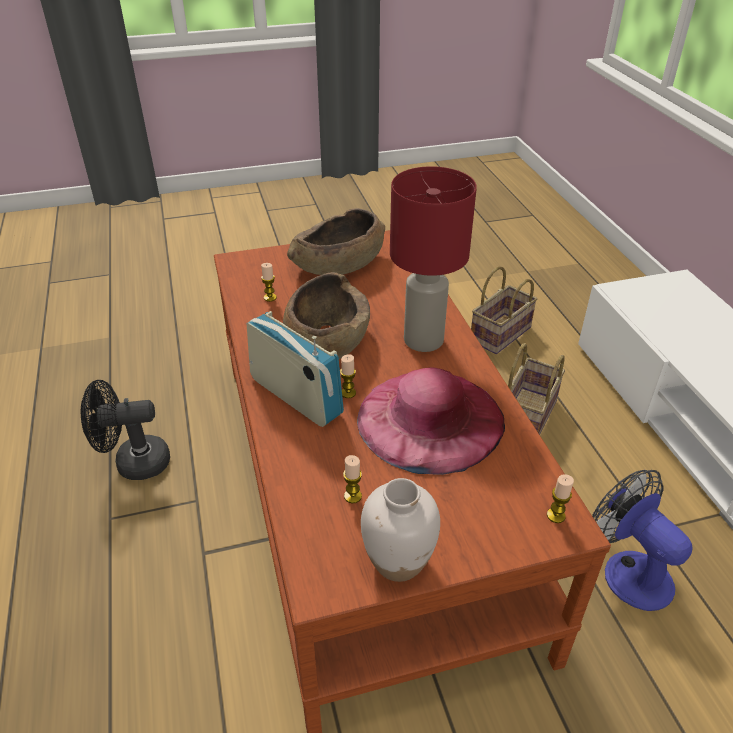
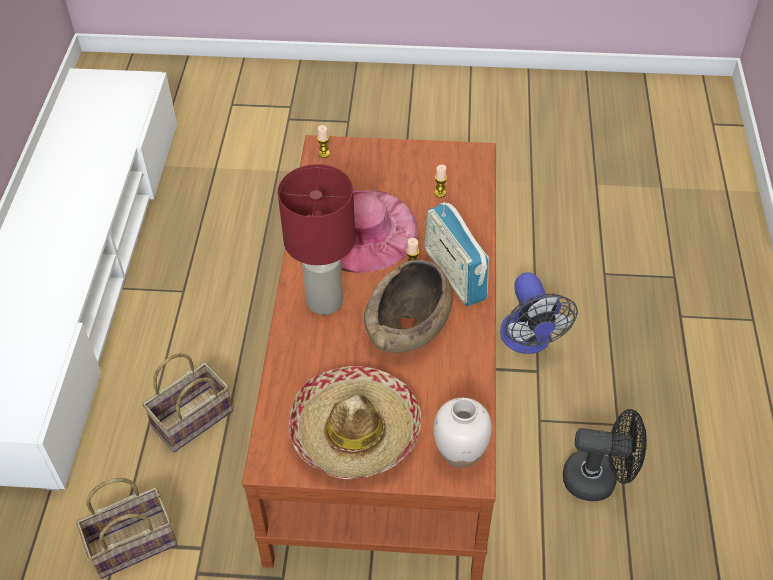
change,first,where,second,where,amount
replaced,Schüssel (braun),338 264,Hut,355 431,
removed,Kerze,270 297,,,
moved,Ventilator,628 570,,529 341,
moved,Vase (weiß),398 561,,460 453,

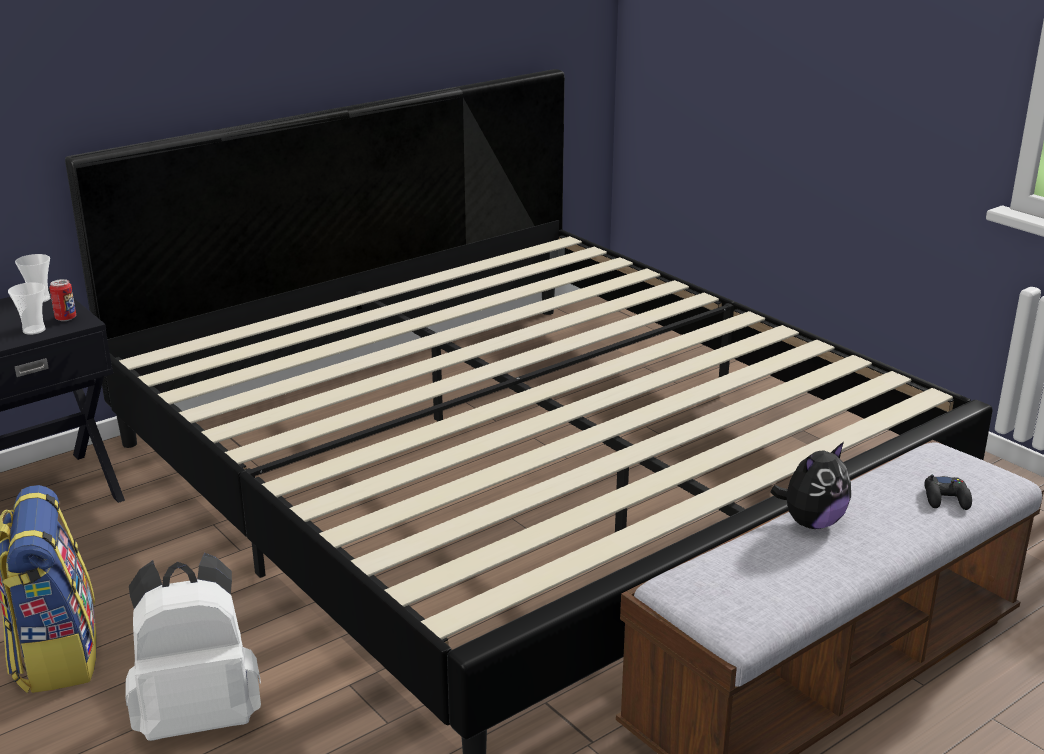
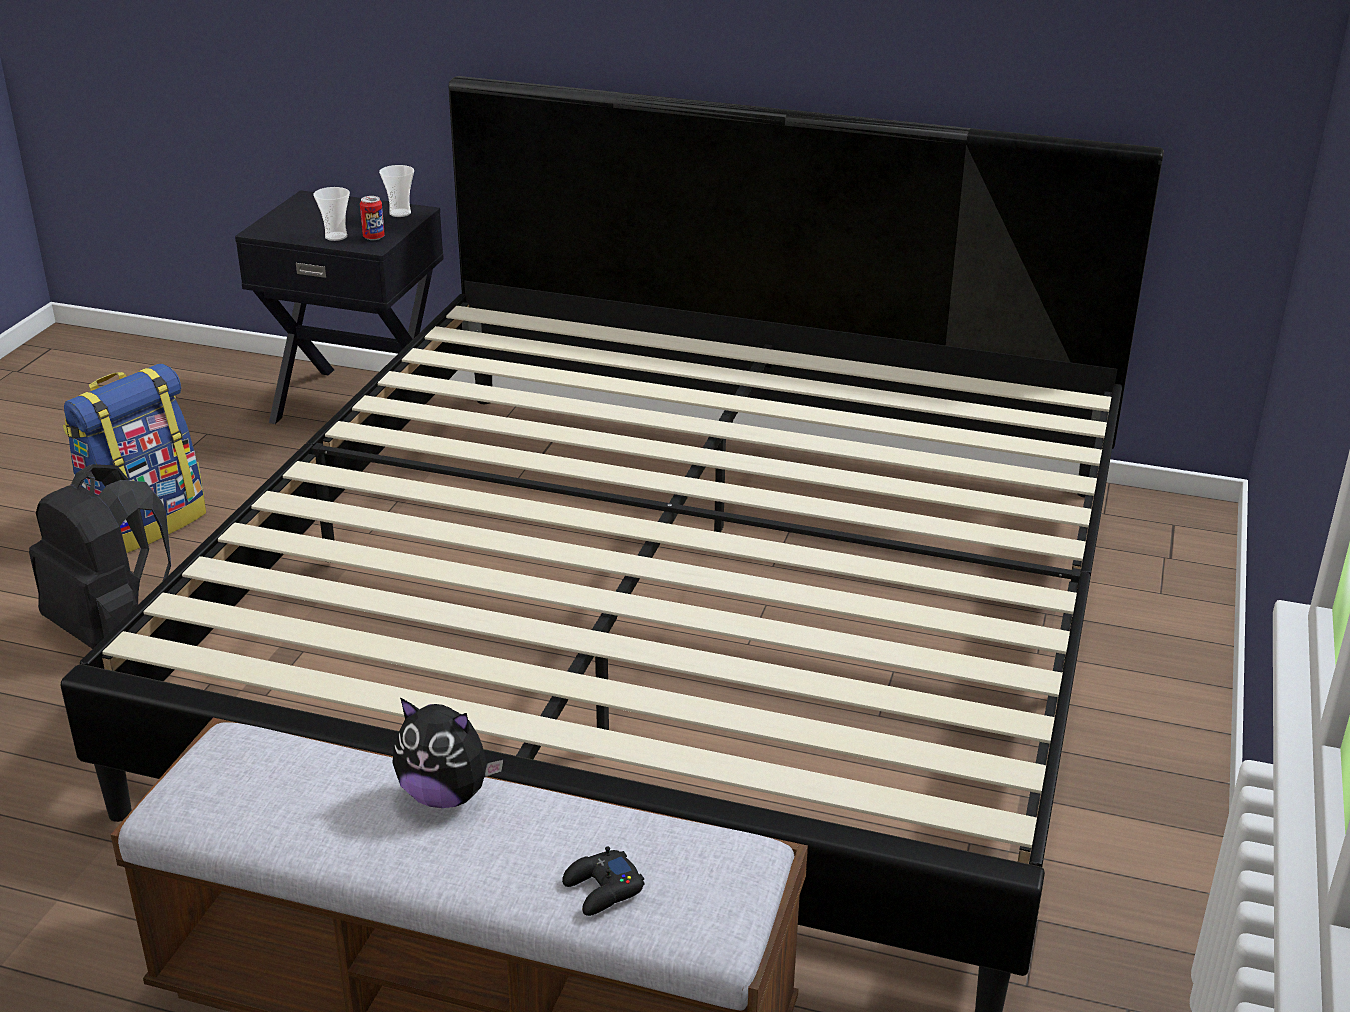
change,first,where,second,where,amount
recoloured,Rucksack (weiß),199 716,Rucksack (schwarz),111 627,

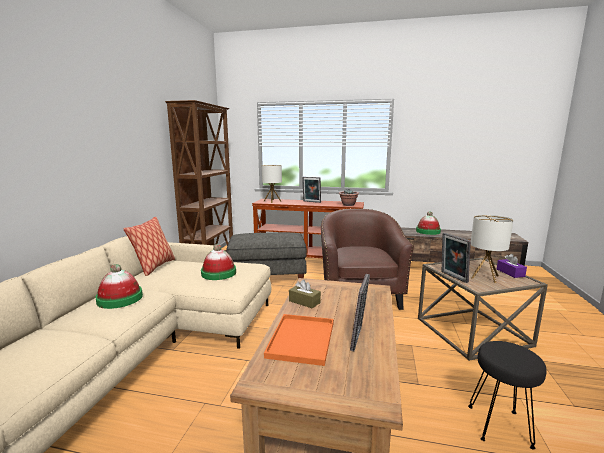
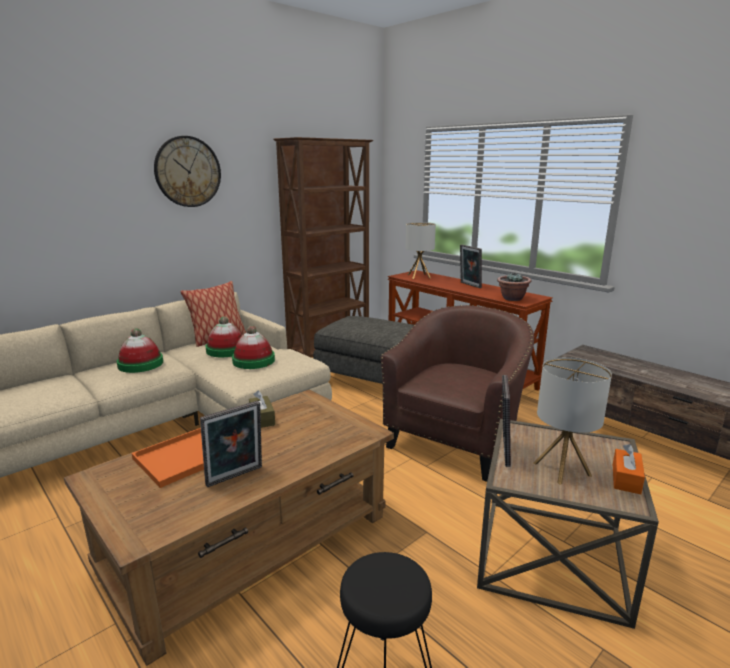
change,first,where,second,where,amount
moved,Hut,428 231,,226 350,
recoloured,Taschentuchbox (lila),510 273,Taschentuchbox (orange),626 479,
added,,,Wanduhr,188 172,

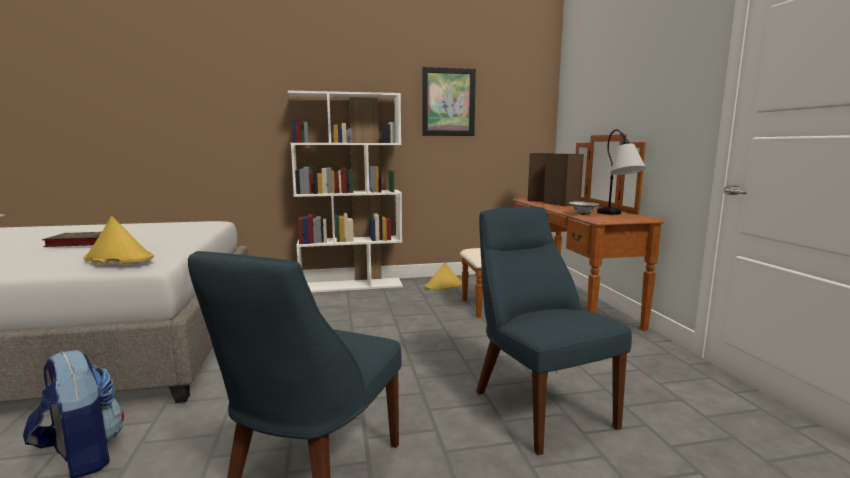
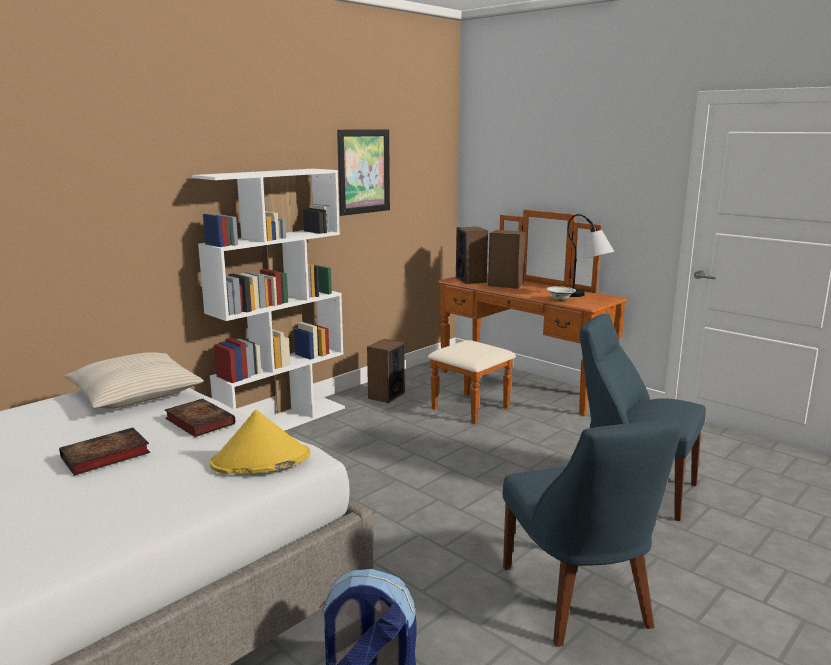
change,first,where,second,where,amount
replaced,Hut (gelb),444 285,Lautsprecher,386 395,
added,,,Kissen (beige),135 394,
added,,,Buch,198 421,

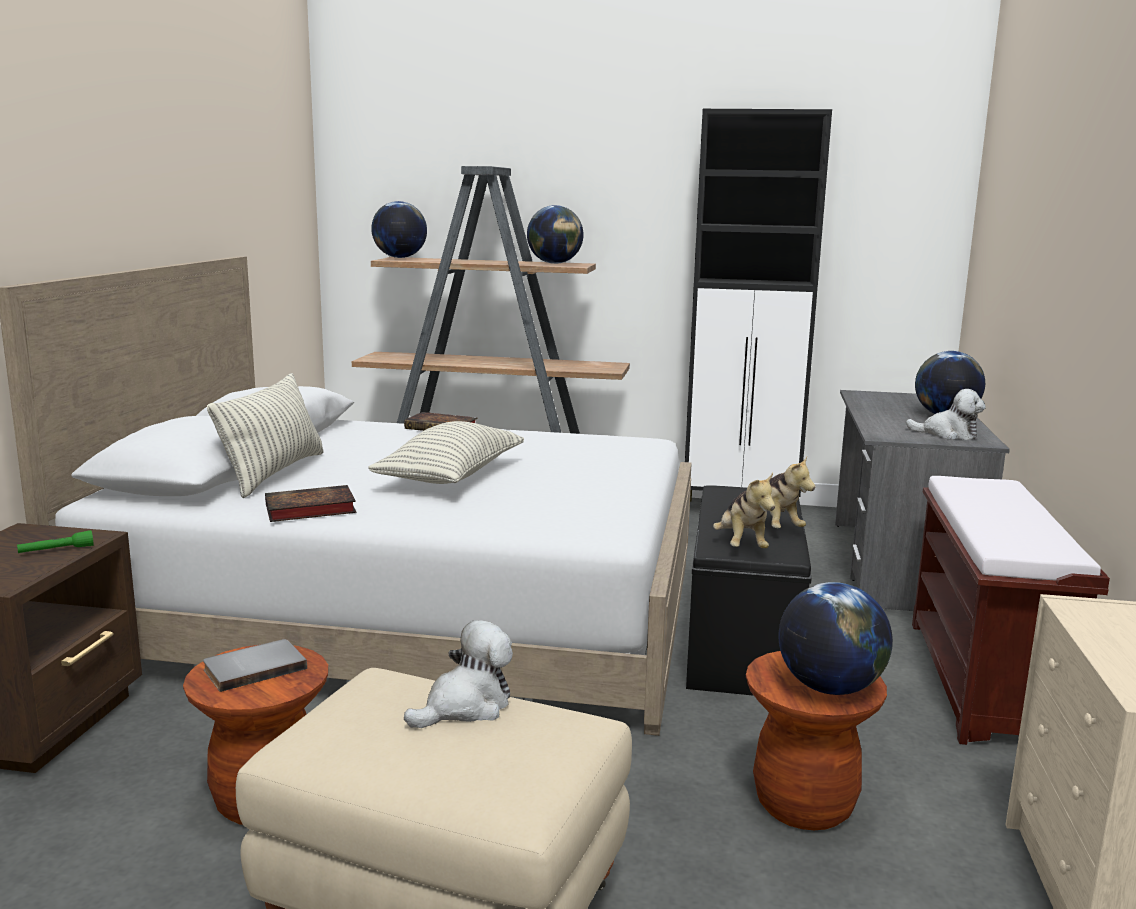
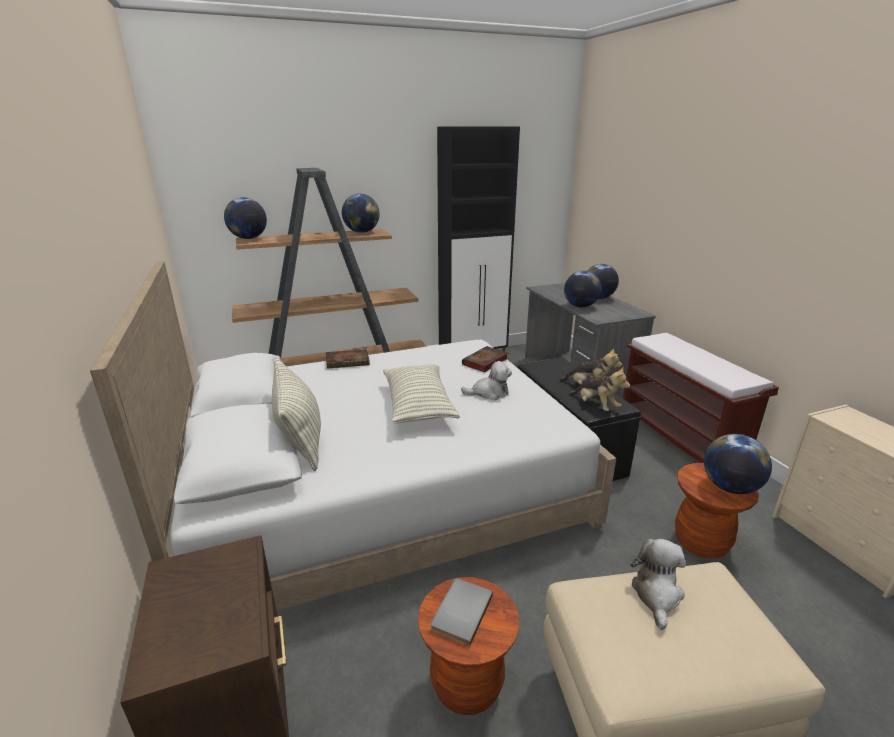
change,first,where,second,where,amount
moved,Plüschtier,948 434,,489 393,
moved,Buch,308 510,,485 362,
removed,Taschenlampe (grün),56 550,,,
added,,,Globus,580 306,

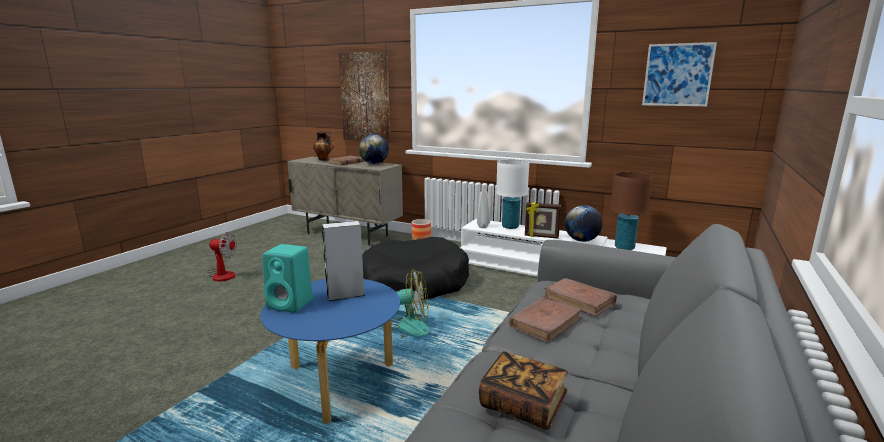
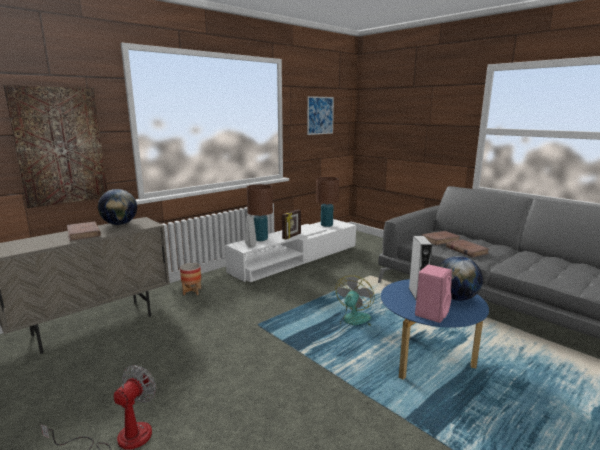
change,first,where,second,where,amount
removed,Vase,325 160,,,
recoloured,Tischlampe (weiß),510 227,Tischlampe (braun),261 239,
moved,Globus,581 240,,456 298,
removed,Hundebett (schwarz),413 283,,,
recoloured,Lautsprecher (türkis),291 304,Lautsprecher (rosa),431 313,
removed,Buch,523 404,,,

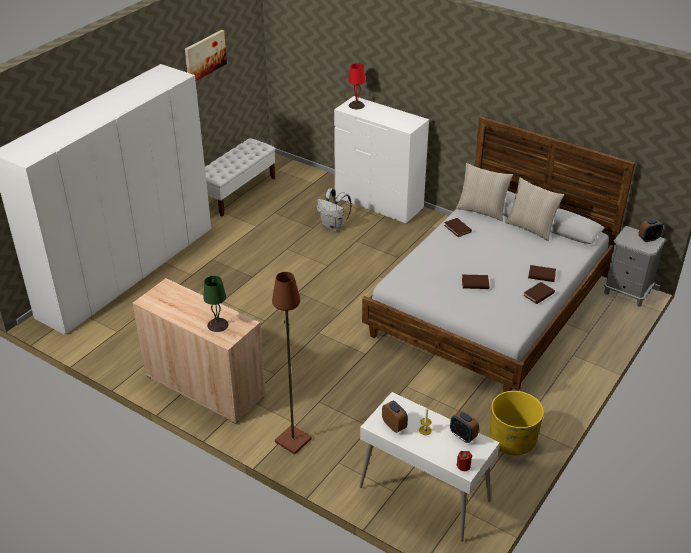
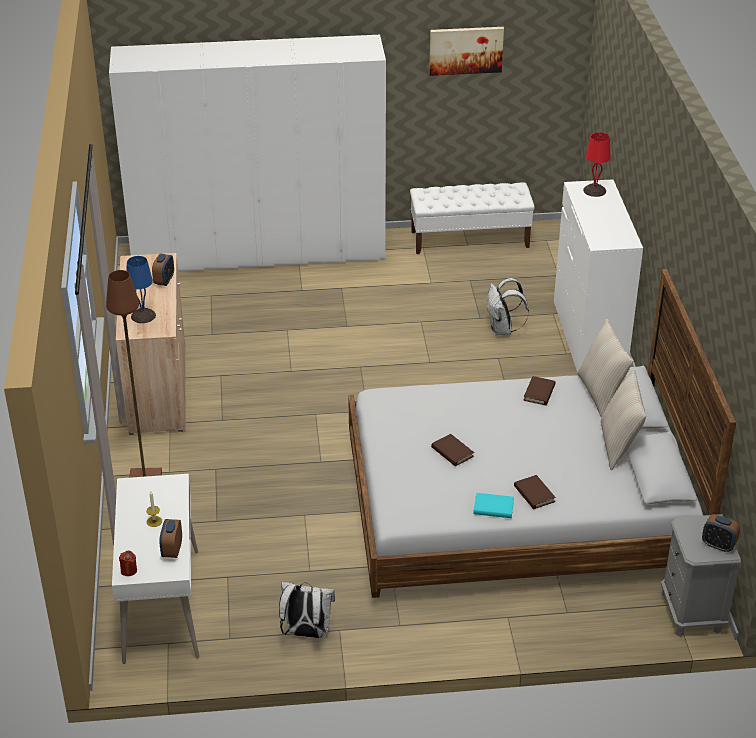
change,first,where,second,where,amount
recoloured,Tischlampe (grün),217 324,Tischlampe (blau),143 315,
recoloured,Buch (braun),538 294,Buch (türkis),493 508,
replaced,Pflanzkübel (gelb),512 440,Rucksack (weiß),306 633,
moved,Wecker,394 425,,164 281,

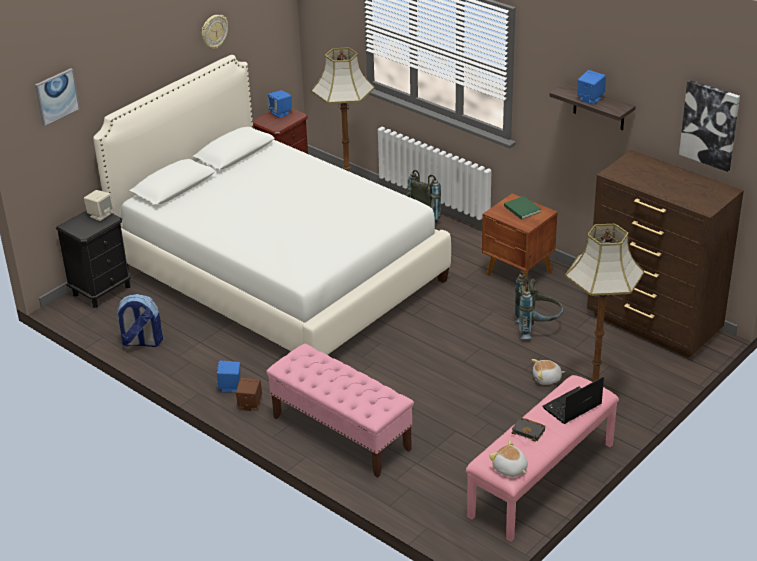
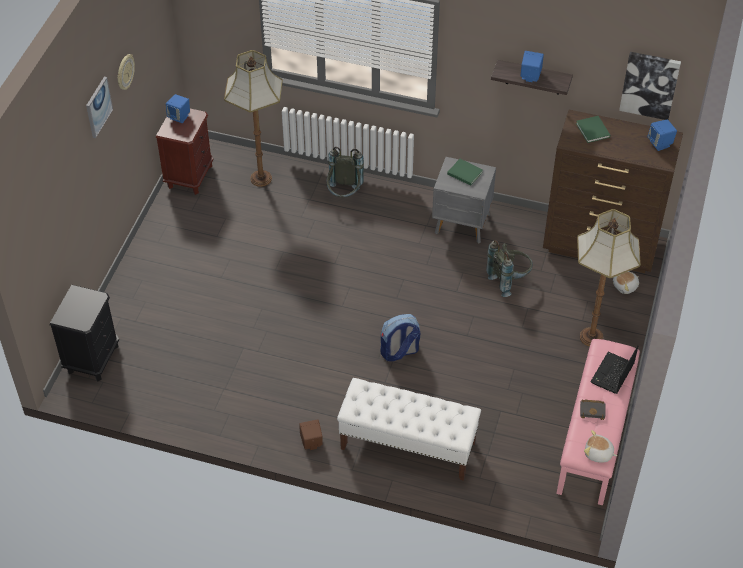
change,first,where,second,where,amount
removed,Bett (weiß),280 274,,,
moved,Bild,56 96,,98 107,
removed,Lautsprecher (beige),100 215,,,
recoloured,Nachttisch (braun),519 274,Nachttisch (grau),462 224,
moved,Rucksack,141 342,,399 352,
recoloured,Bank (rosa),341 433,Bank (weiß),407 445,
moved,Plüschtier,547 379,,625 286,
moved,Lautsprecher (blau),230 386,,660 143,
added,,,Buch (grün),593 131,

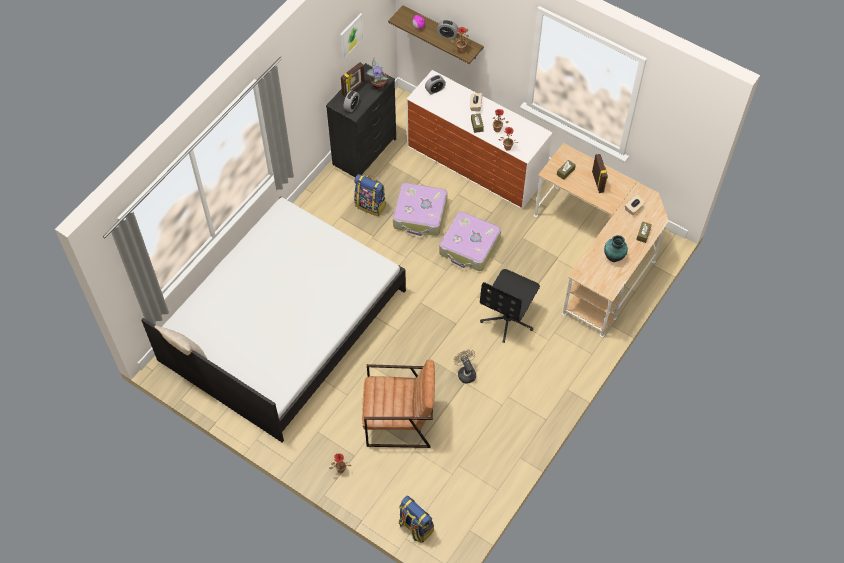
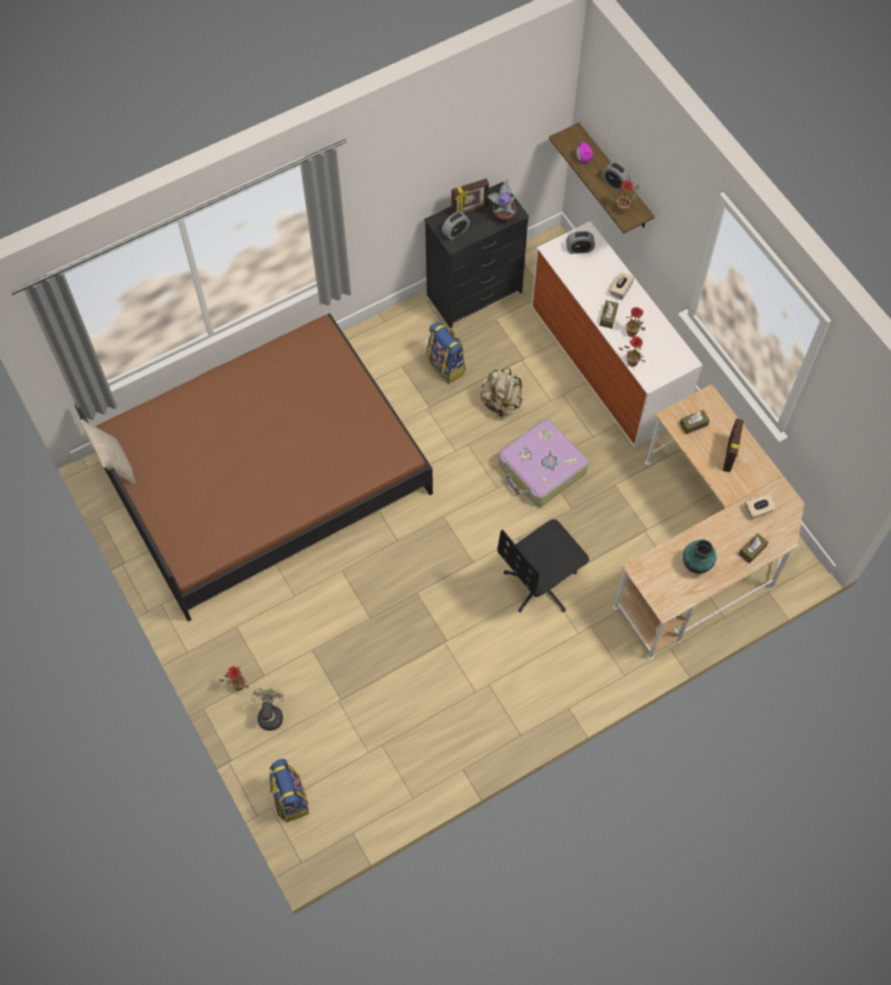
change,first,where,second,where,amount
removed,Bild,351 35,,,
replaced,Koffer,420 215,Rucksack (beige),501 403,
recoloured,Bett (weiß),283 325,Bett (braun),264 476,
moved,Ventilator (beige),465 372,,270 714,
removed,Sessel (braun),399 420,,,

